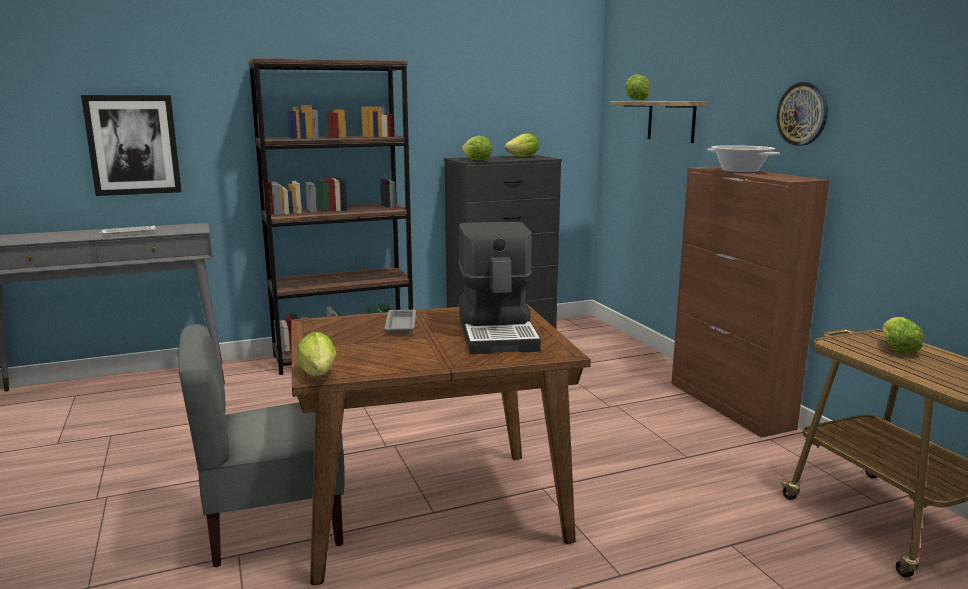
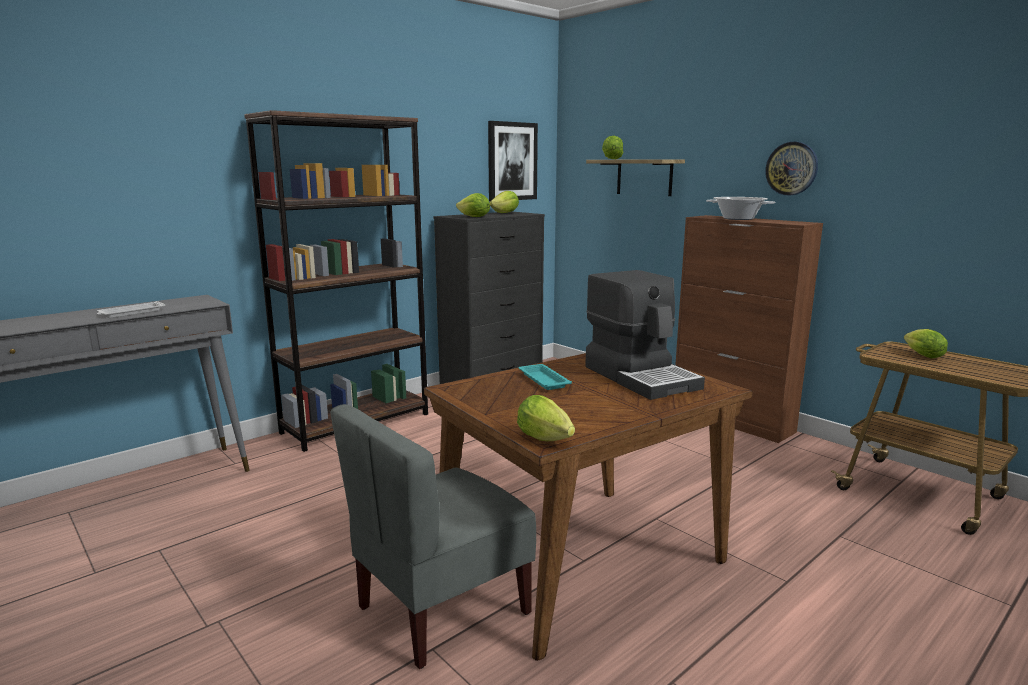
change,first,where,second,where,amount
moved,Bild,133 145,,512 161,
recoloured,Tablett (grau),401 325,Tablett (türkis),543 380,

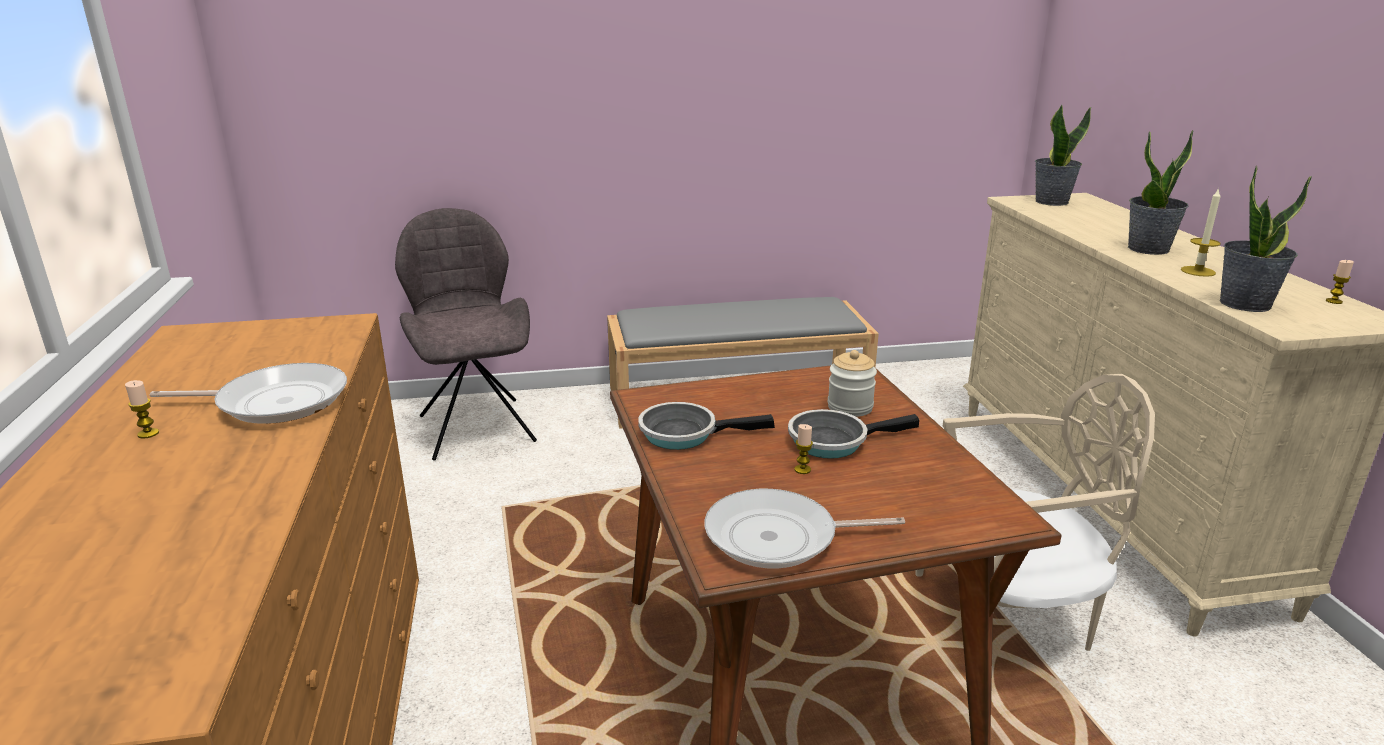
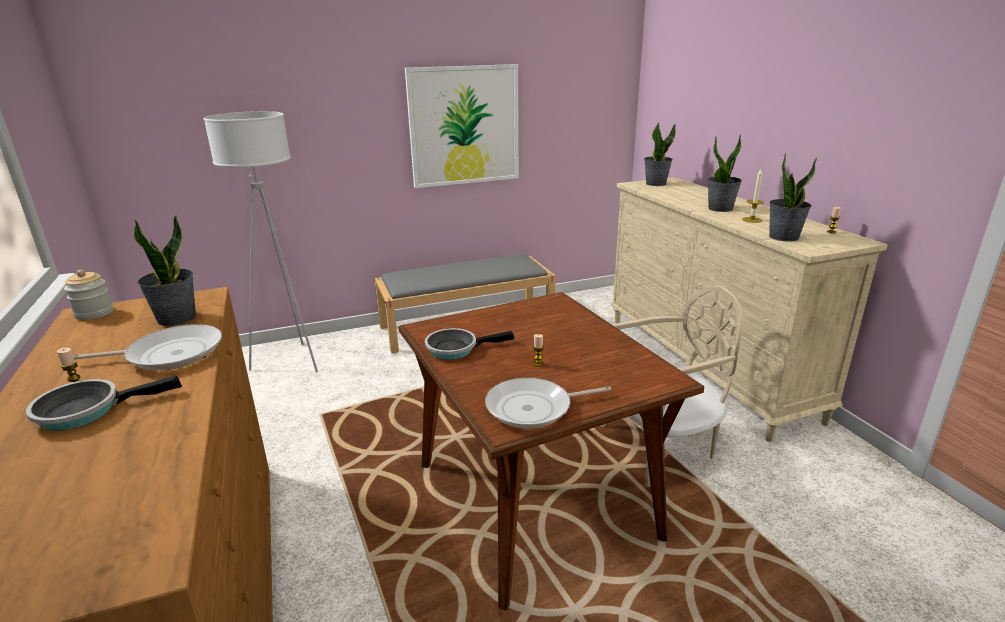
change,first,where,second,where,amount
replaced,Stuhl (grau),476 426,Stehlampe (weiß),290 362,
moved,Vorratsglas,850 407,,94 313,
moved,Pfanne,833 441,,86 410,
added,,,Bild,464 126,
added,,,Topfpflanze,176 318,

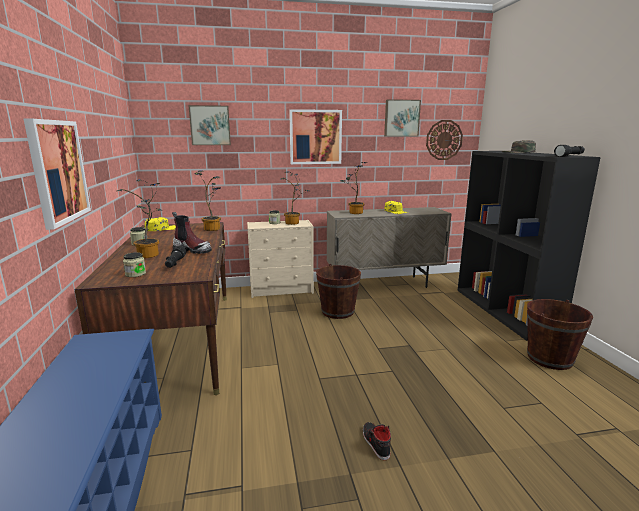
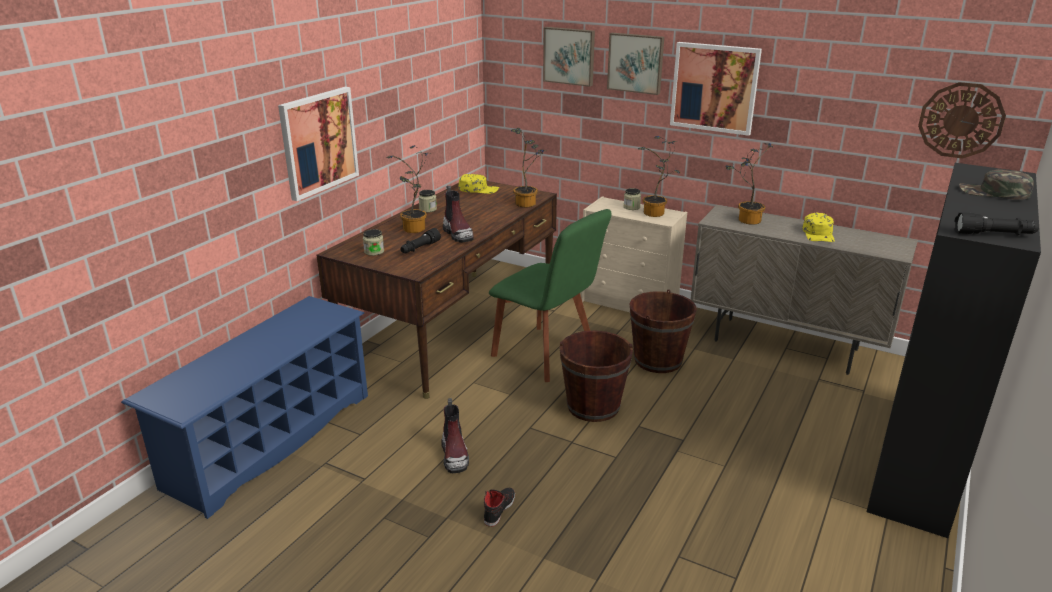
change,first,where,second,where,amount
moved,Bild,401 118,,636 63,
moved,Eimer (braun),550 358,,593 406,
added,,,Stuhl (grün),547 354,
added,,,Stiefel,455 455,

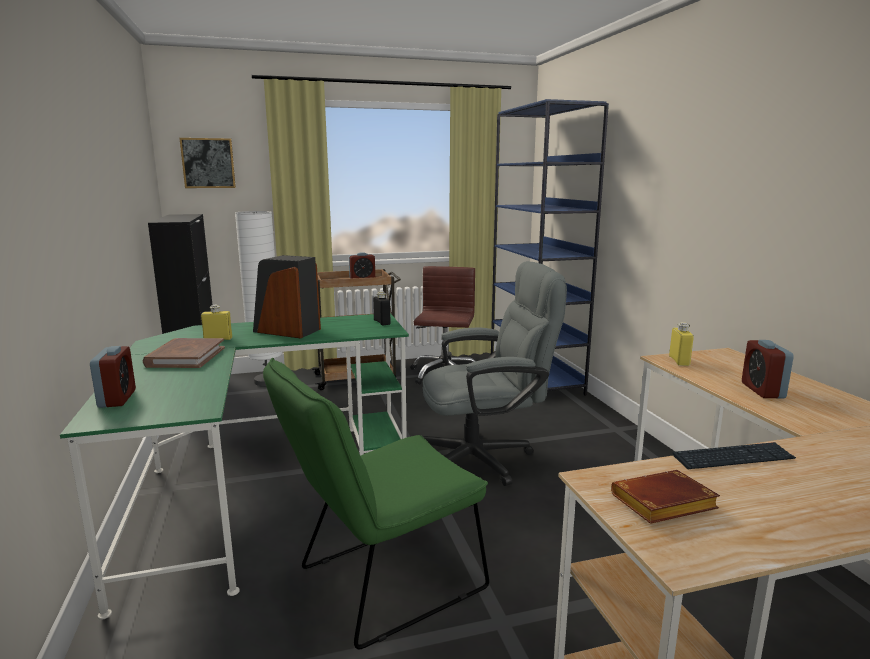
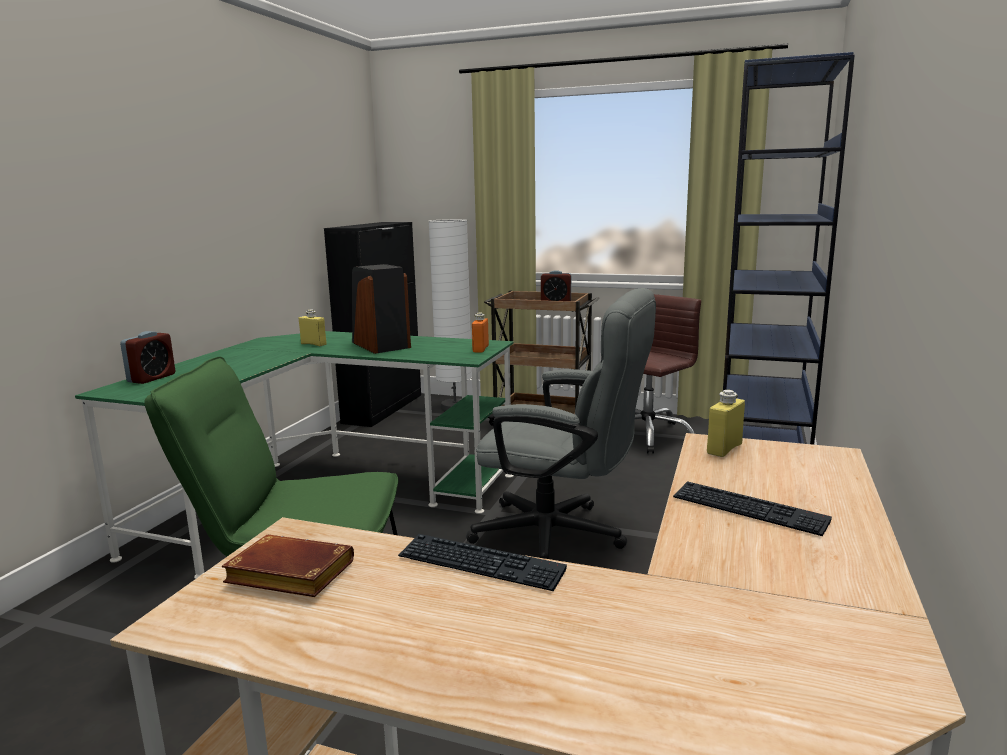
change,first,where,second,where,amount
removed,Bild,208 163,,,
recoloured,Flasche (schwarz),382 322,Flasche (orange),480 349,
removed,Buch (braun),186 357,,,
replaced,Wecker,762 390,Tastatur,748 510,

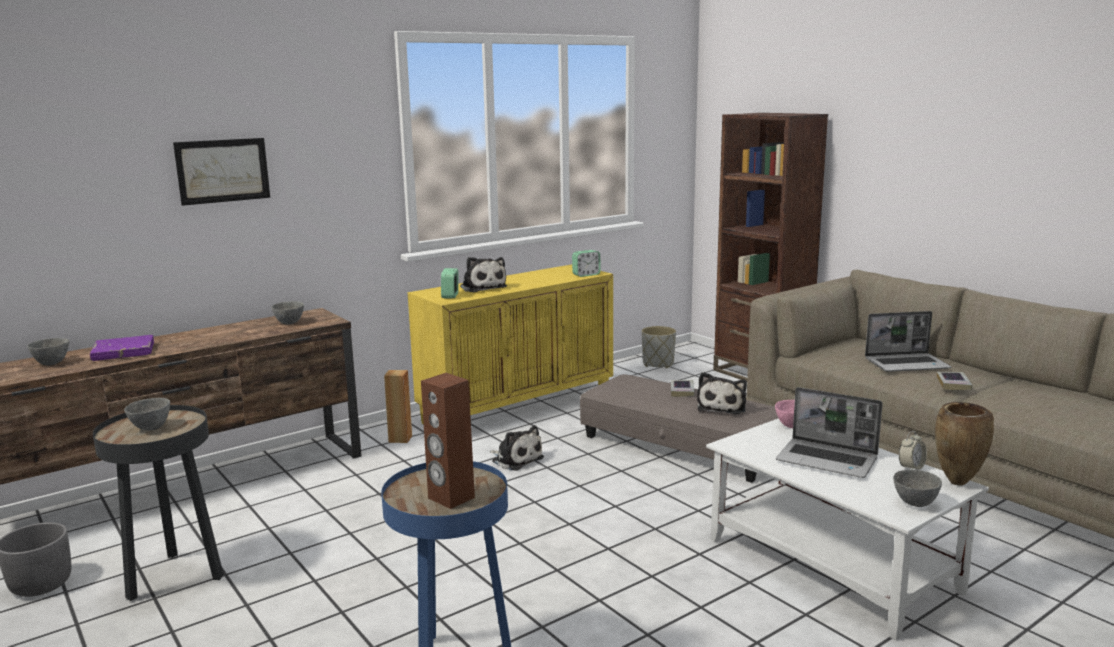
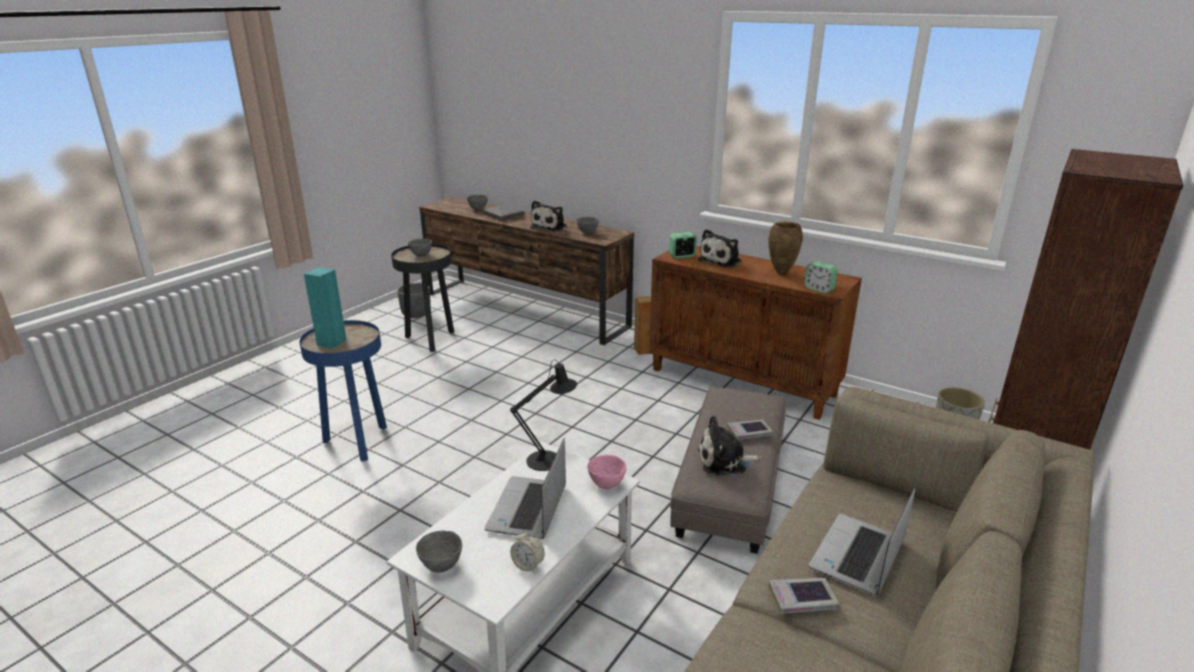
change,first,where,second,where,amount
removed,Bild,223 170,,,
recoloured,Schrank (gelb),518 408,Schrank (braun),743 382,
turned,Laptop,907 364,,858 557,60 degrees clockwise
recoloured,Buch (lila),123 352,Buch (grau),504 215,
recoloured,Lautsprecher (braun),450 498,Lautsprecher (türkis),331 342,
moved,Vase (braun),957 483,,780 272,
moved,Plüschtier,516 459,,550 226,
added,,,Tischlampe (schwarz),549 459,

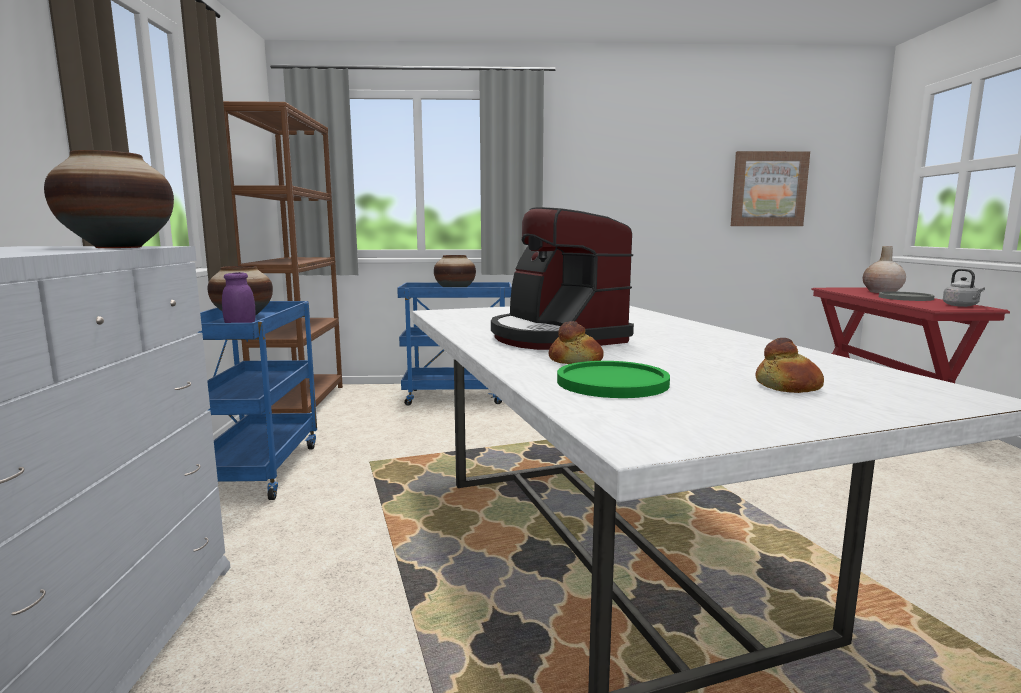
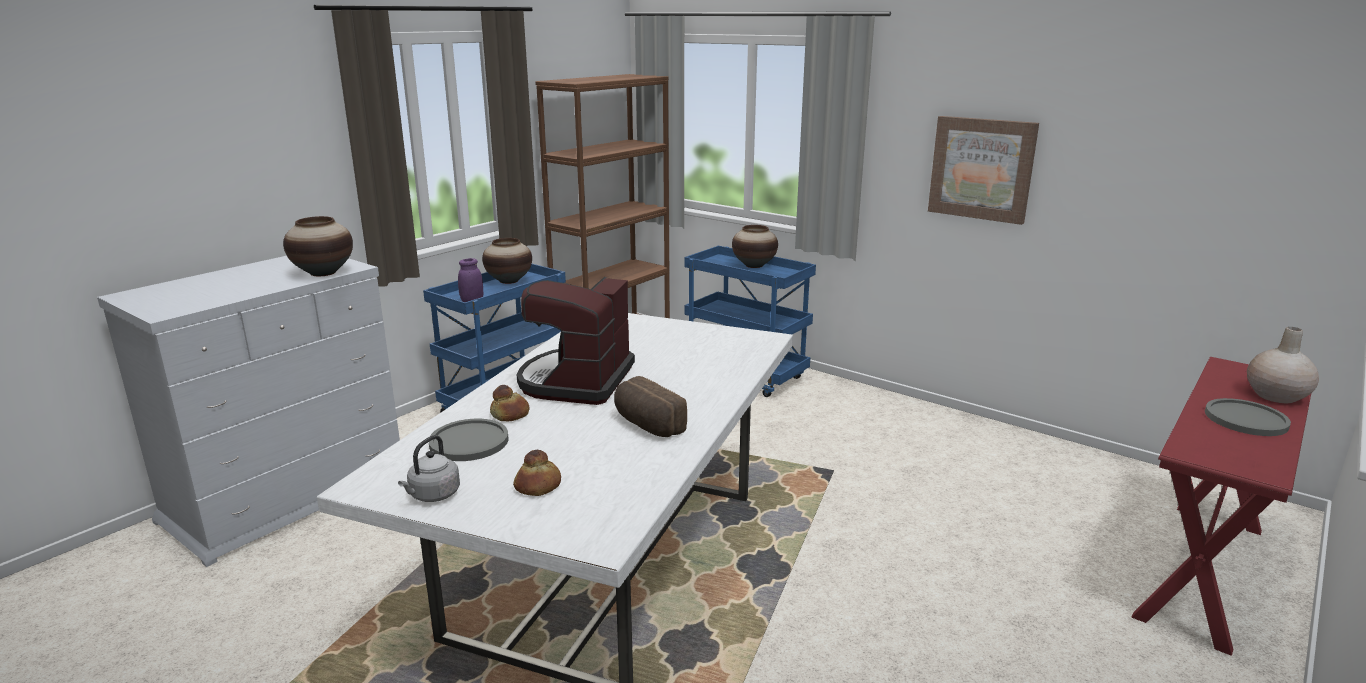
change,first,where,second,where,amount
moved,Bild,768 189,,981 168,
moved,Wasserkessel (grau),961 306,,433 495,
recoloured,Teller (grün),612 382,Teller (grau),469 442,
added,,,Brot,646 425,

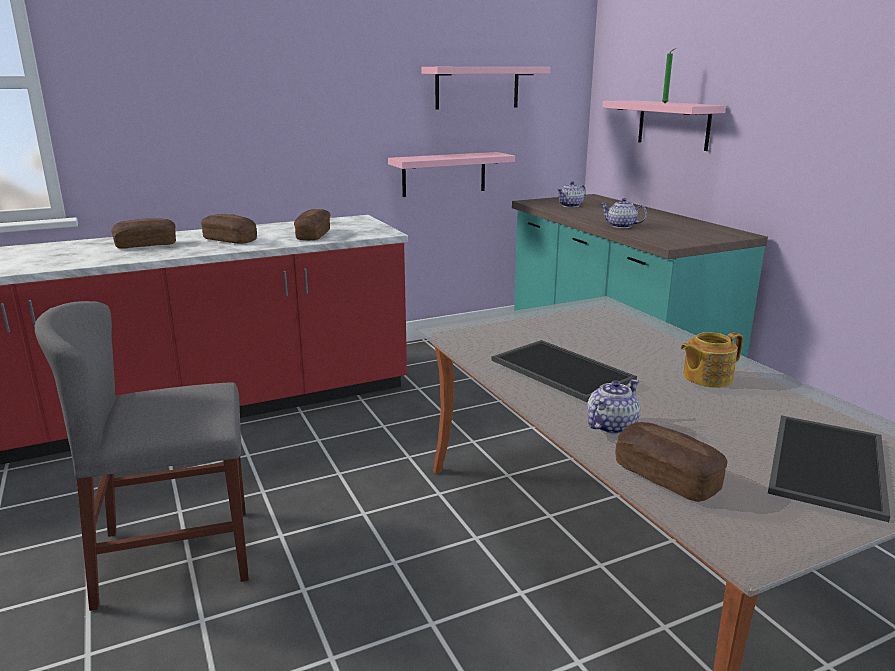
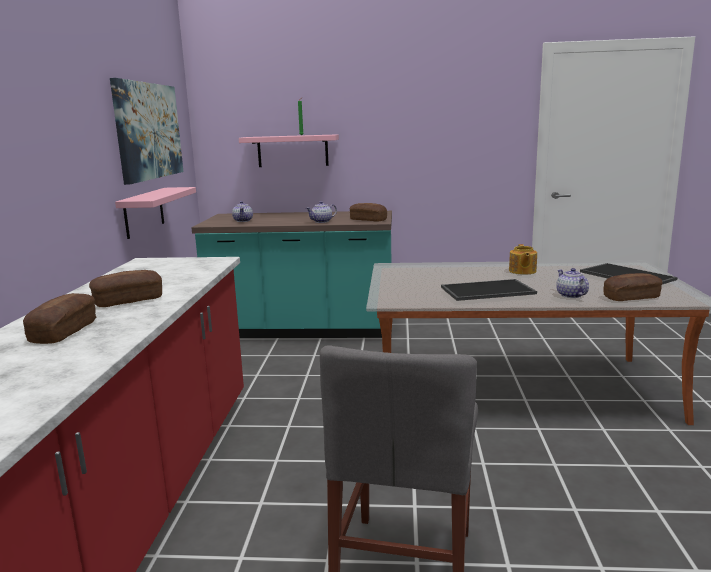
change,first,where,second,where,amount
replaced,Wandregal (rosa),477 87,Bild,148 131,
moved,Brot,313 235,,368 220,

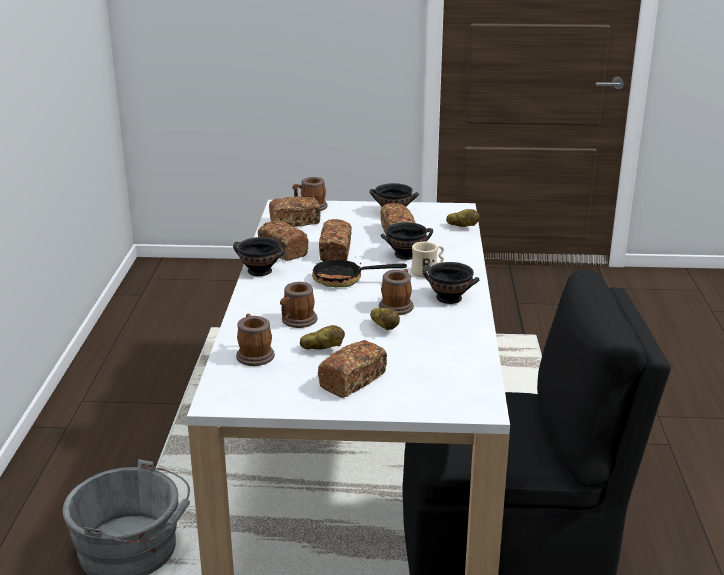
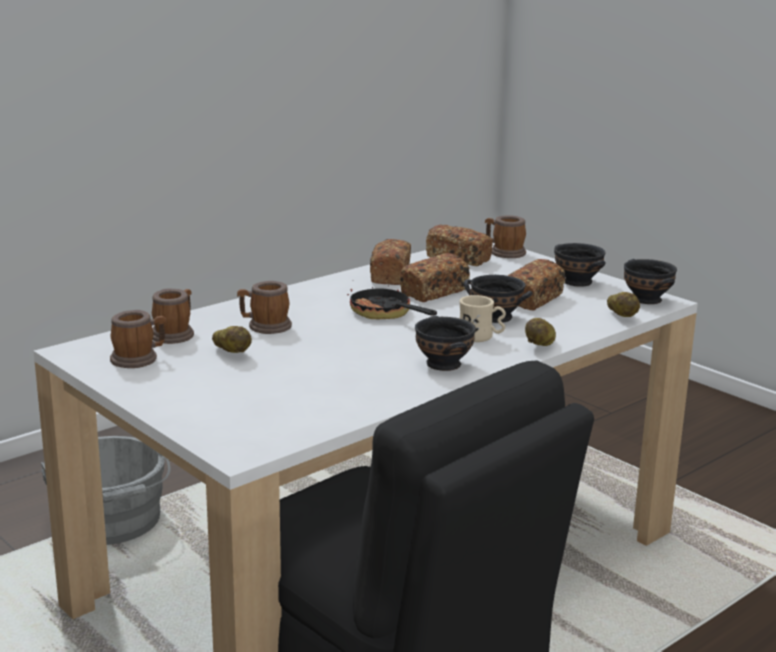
change,first,where,second,where,amount
moved,Schüssel (schwarz),259 271,,646 299,
moved,Henkelbecher,397 305,,139 359,
moved,Kartoffel,384 328,,540 345,
removed,Brot,352 380,,,

